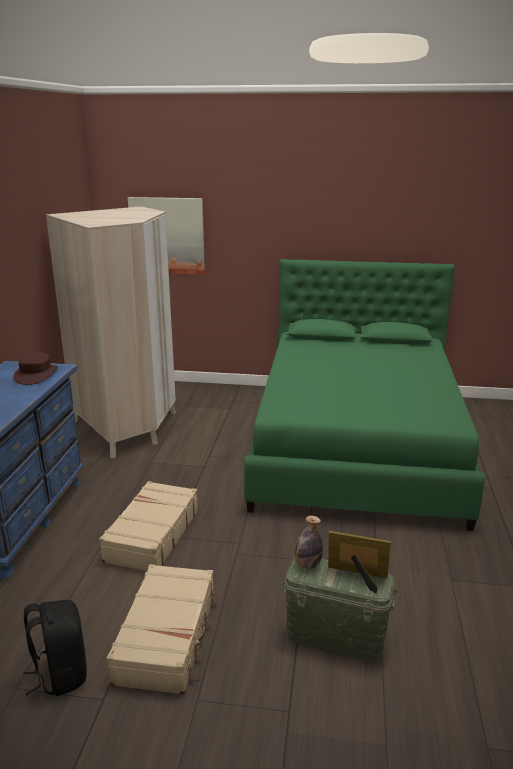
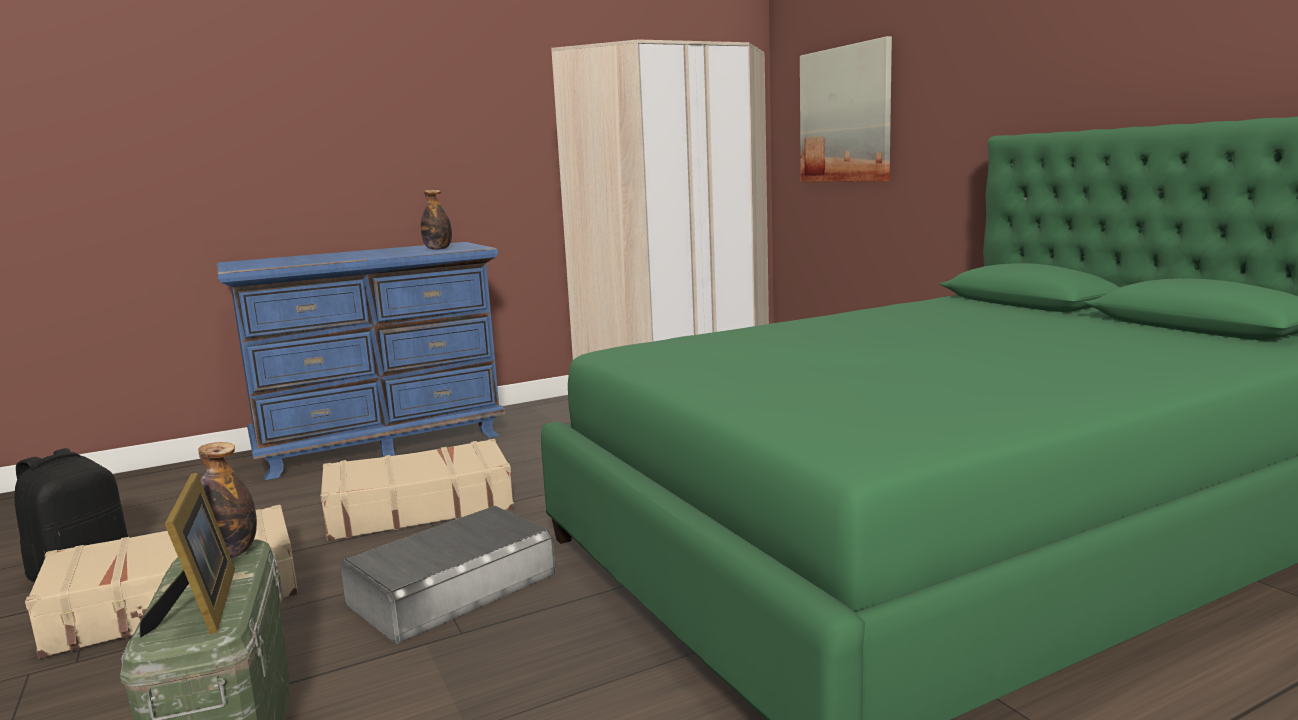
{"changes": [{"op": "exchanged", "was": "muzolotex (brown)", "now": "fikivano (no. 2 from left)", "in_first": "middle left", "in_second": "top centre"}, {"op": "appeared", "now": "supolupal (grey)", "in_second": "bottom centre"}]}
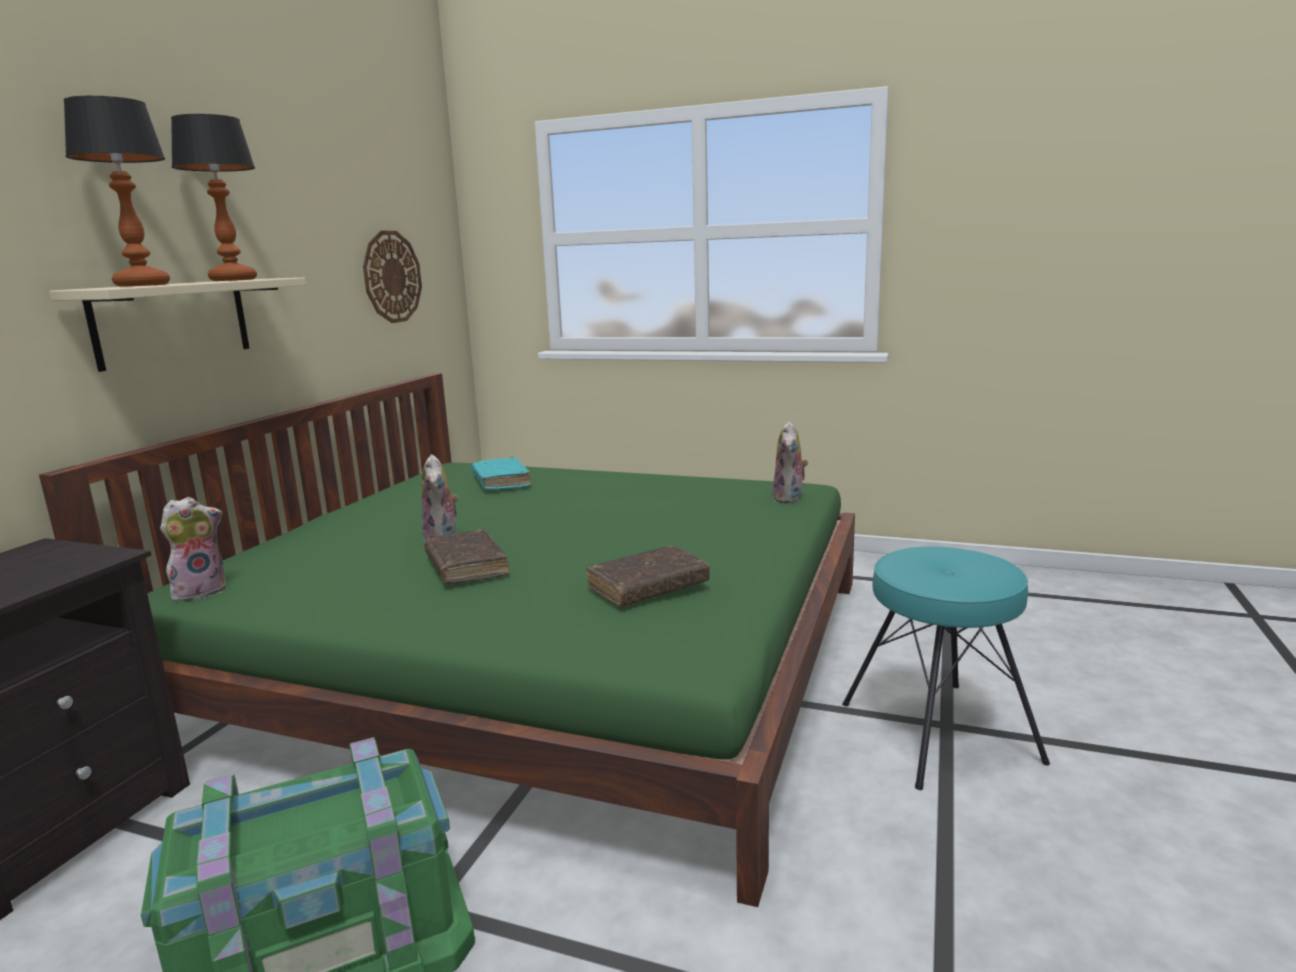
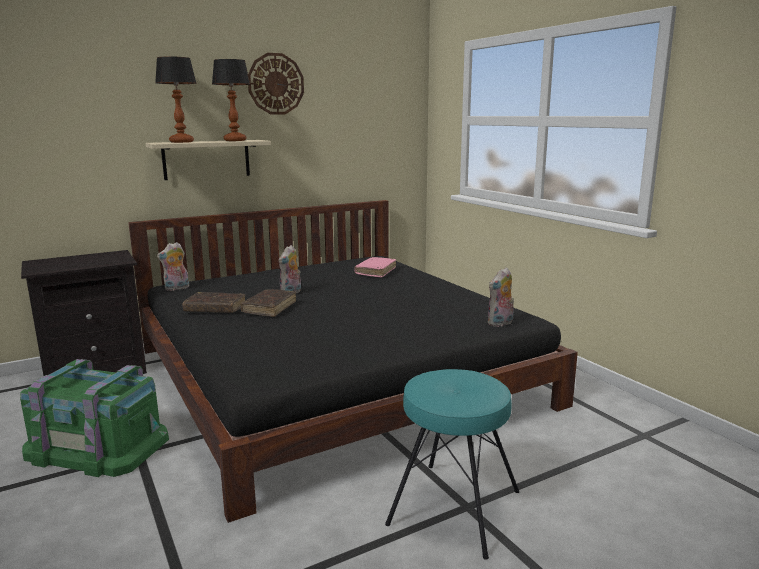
{"changes": [{"op": "colour", "was": "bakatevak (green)", "now": "bakatevak (black)", "in_first": "centre", "in_second": "centre"}, {"op": "spun", "was": "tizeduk (no. 1 from left)", "in_first": "middle left", "in_second": "middle left", "clockwise": 150}, {"op": "relocated", "was": "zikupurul", "in_first": "top left", "in_second": "top centre"}, {"op": "colour", "was": "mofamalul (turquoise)", "now": "mofamalul (pink)", "in_first": "centre", "in_second": "centre"}, {"op": "relocated", "was": "mofamalul (brown) (no. 2 from left in the first image)", "now": "mofamalul (brown) (no. 1 from left)", "in_first": "centre", "in_second": "middle left"}]}
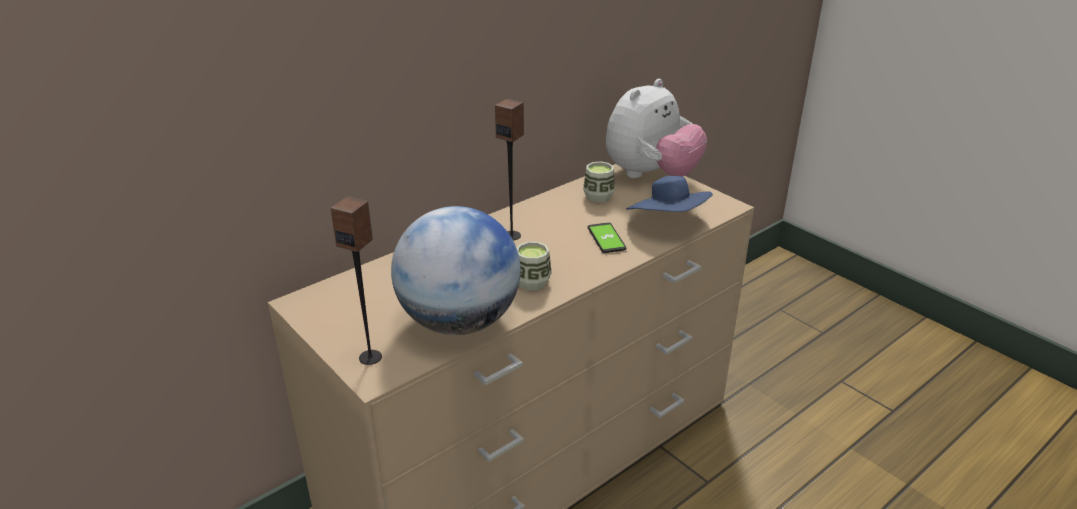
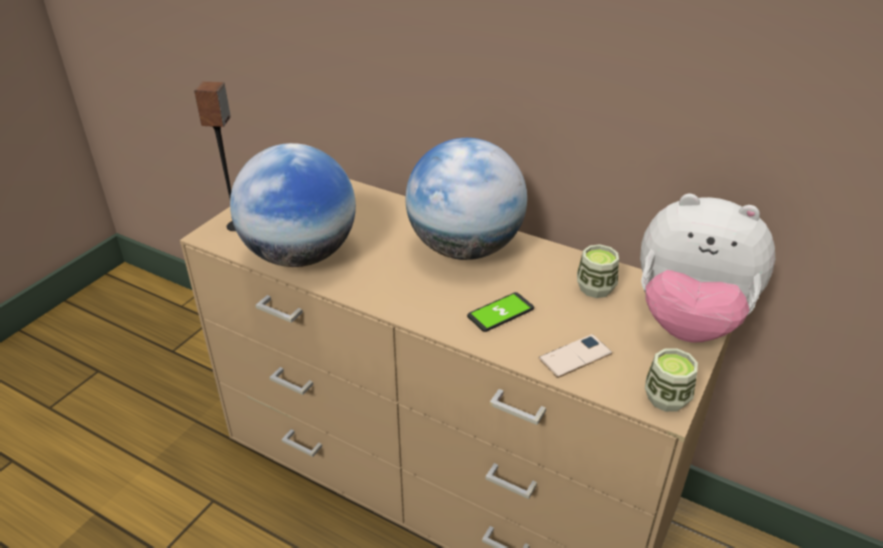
{"changes": [{"op": "exchanged", "was": "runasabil (no. 2 from left)", "now": "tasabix (no. 2 from left)", "in_first": "centre", "in_second": "centre"}, {"op": "relocated", "was": "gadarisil (no. 1 from left in the first image)", "now": "gadarisil (no. 2 from left)", "in_first": "centre", "in_second": "bottom right"}, {"op": "exchanged", "was": "muzolotex (blue)", "now": "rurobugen (no. 2 from left)", "in_first": "centre", "in_second": "centre"}]}
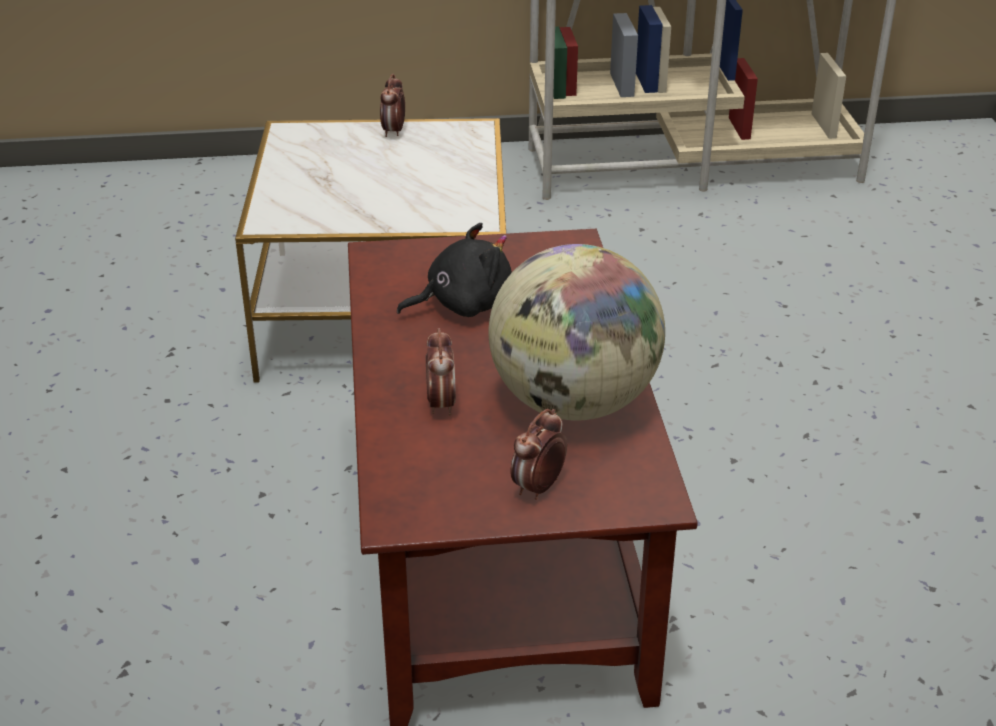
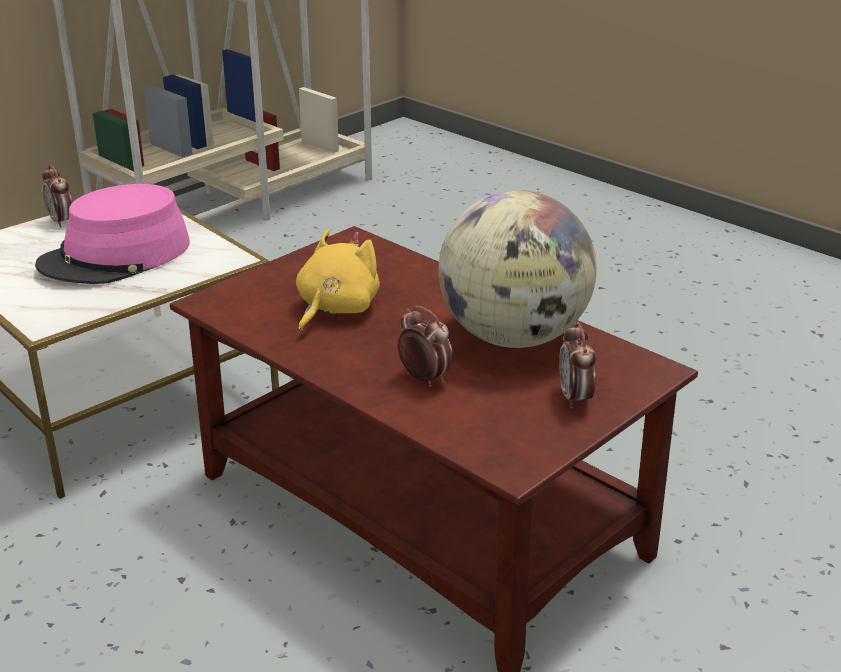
{"changes": [{"op": "colour", "was": "tizeduk (black)", "now": "tizeduk (yellow)", "in_first": "centre", "in_second": "centre"}, {"op": "appeared", "now": "muzolotex (pink)", "in_second": "middle left"}]}
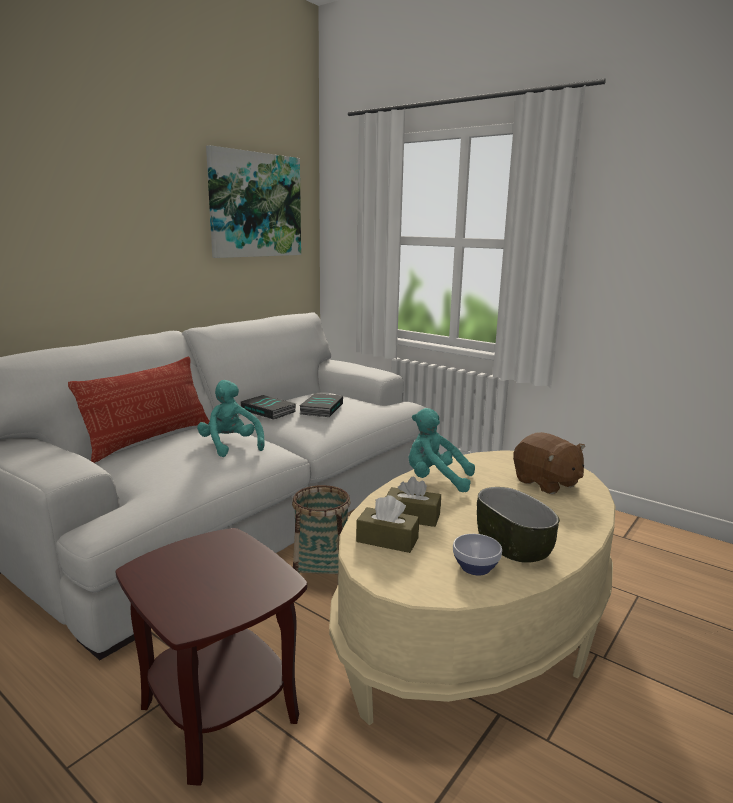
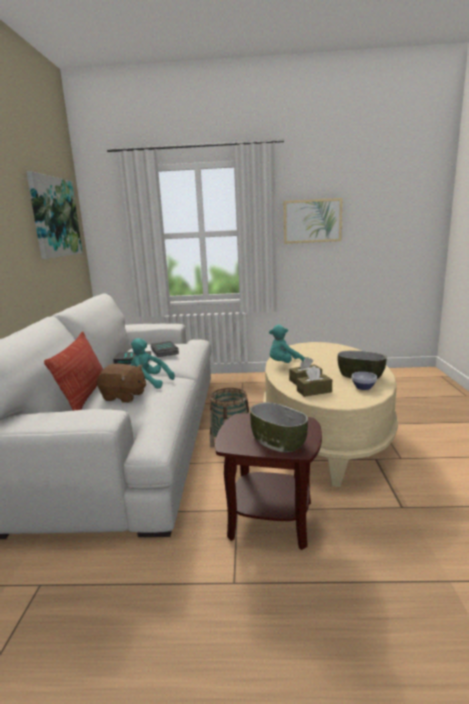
{"changes": [{"op": "relocated", "was": "tizeduk (brown)", "in_first": "middle right", "in_second": "middle left"}, {"op": "appeared", "now": "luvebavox (no. 1 from left)", "in_second": "centre"}, {"op": "appeared", "now": "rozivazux (no. 2 from left)", "in_second": "top right"}]}
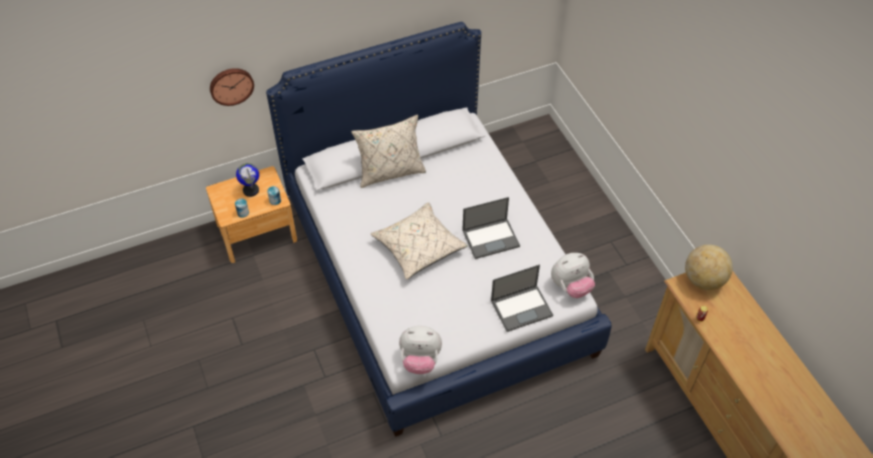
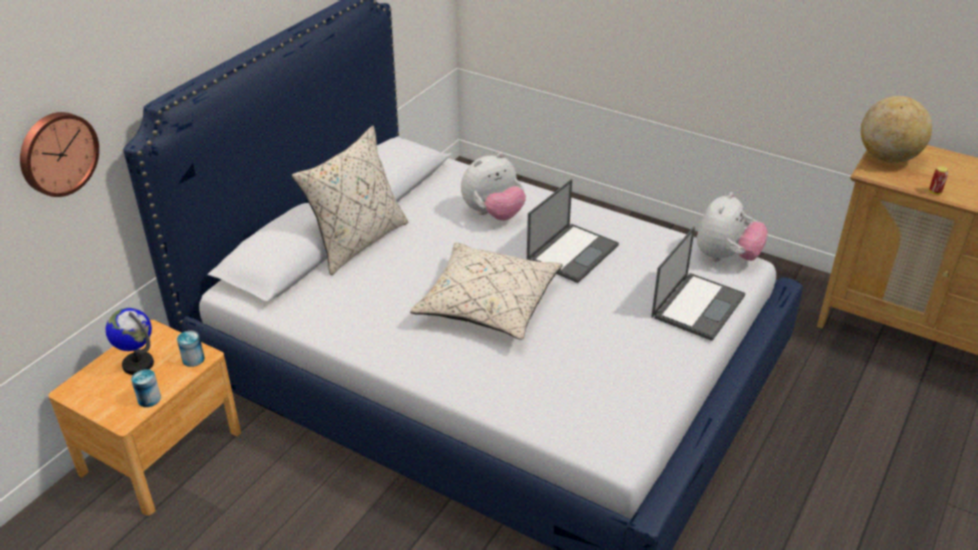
{"changes": [{"op": "relocated", "was": "tizeduk (no. 1 from left)", "in_first": "bottom centre", "in_second": "centre"}]}
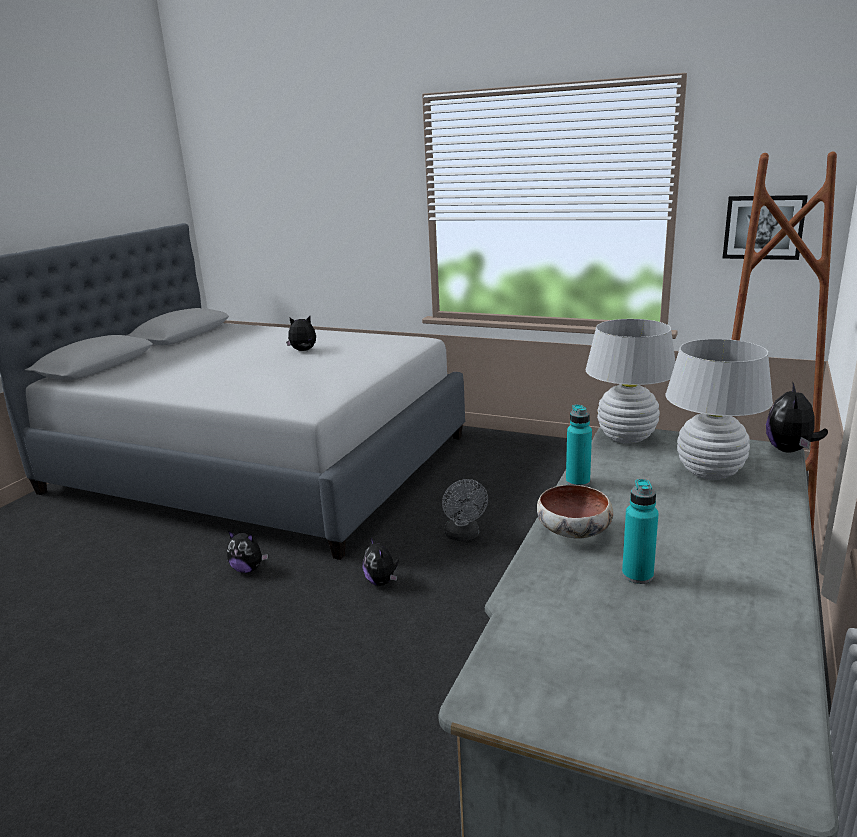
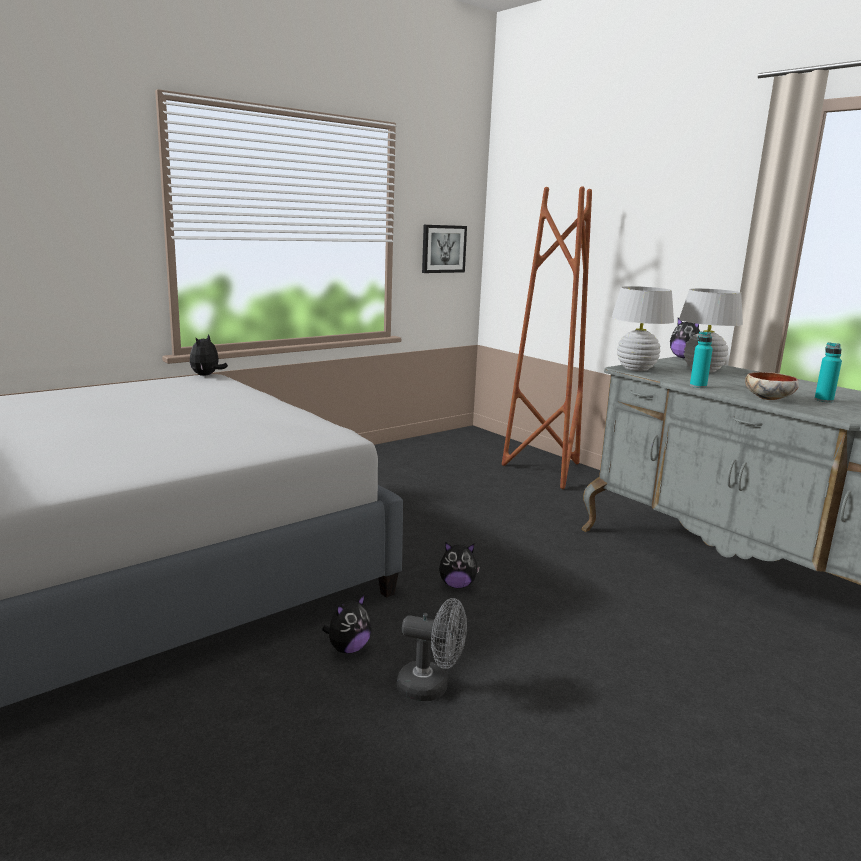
{"changes": [{"op": "relocated", "was": "tizeduk (no. 2 from left in the first image)", "now": "tizeduk (no. 1 from left)", "in_first": "centre", "in_second": "middle left"}, {"op": "relocated", "was": "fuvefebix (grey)", "in_first": "centre", "in_second": "bottom centre"}]}
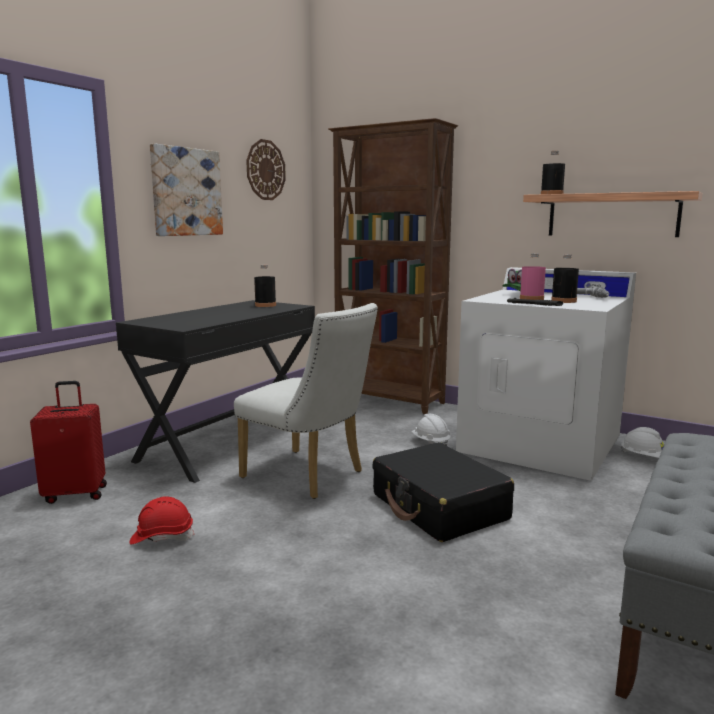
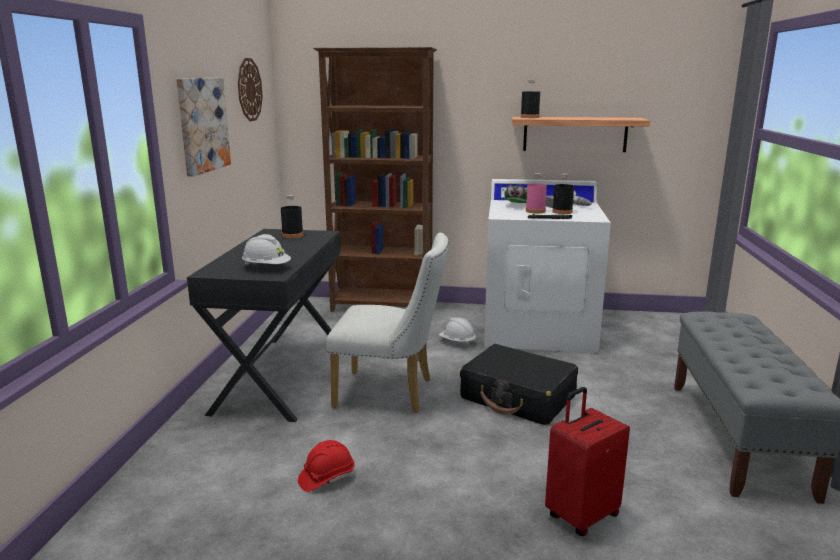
{"changes": [{"op": "relocated", "was": "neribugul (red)", "in_first": "middle left", "in_second": "bottom right"}, {"op": "relocated", "was": "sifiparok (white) (no. 2 from left in the first image)", "now": "sifiparok (white) (no. 1 from left)", "in_first": "middle right", "in_second": "middle left"}]}
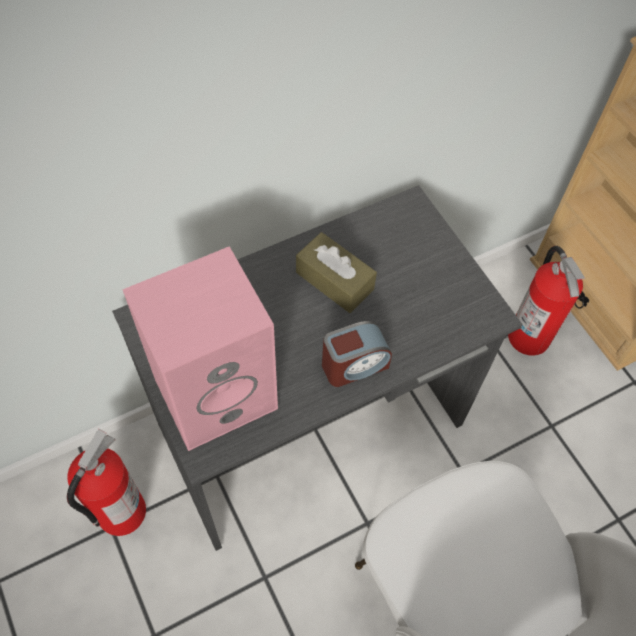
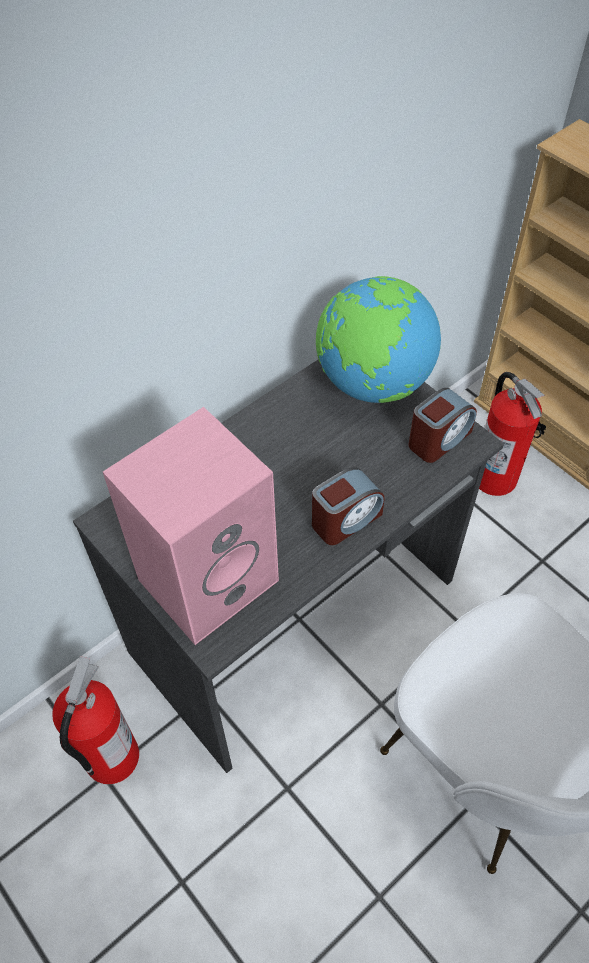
{"changes": [{"op": "missing", "was": "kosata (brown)", "in_first": "centre"}, {"op": "appeared", "now": "tasabix", "in_second": "centre"}, {"op": "appeared", "now": "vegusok (no. 2 from left)", "in_second": "middle right"}]}
